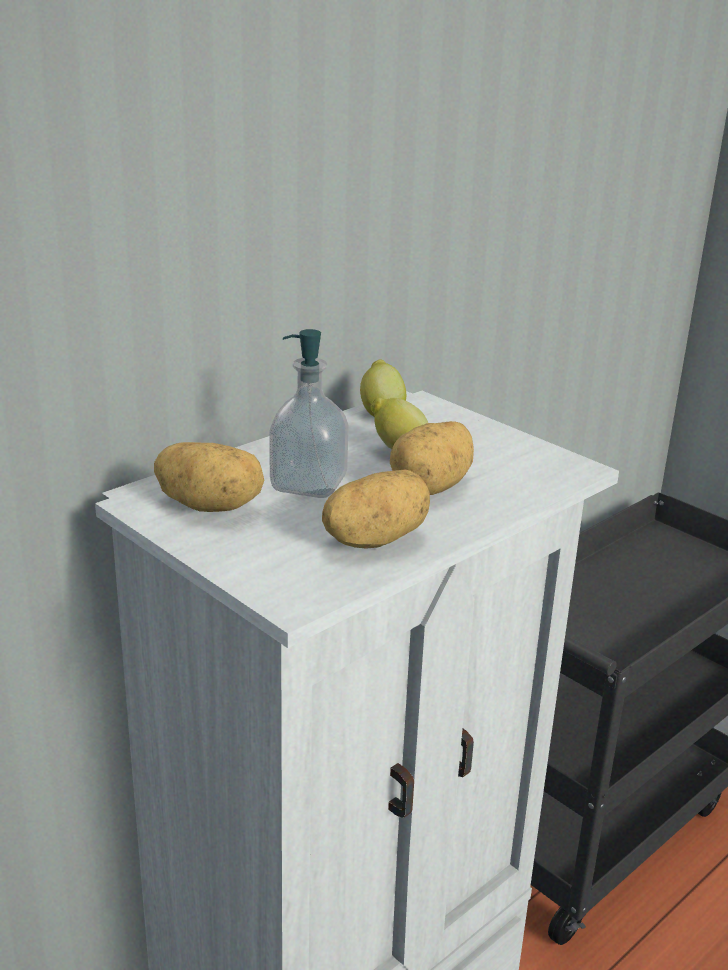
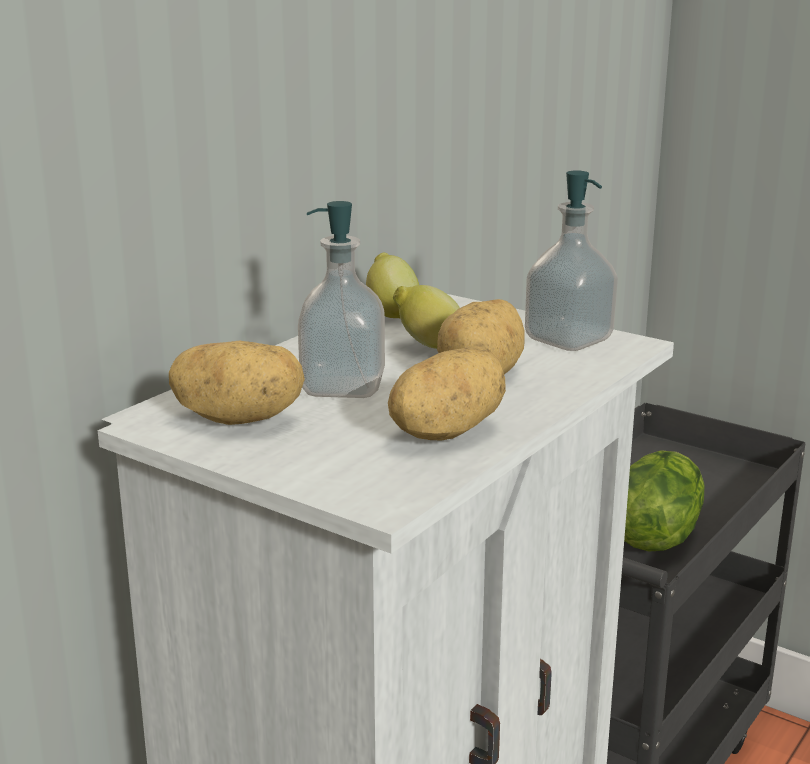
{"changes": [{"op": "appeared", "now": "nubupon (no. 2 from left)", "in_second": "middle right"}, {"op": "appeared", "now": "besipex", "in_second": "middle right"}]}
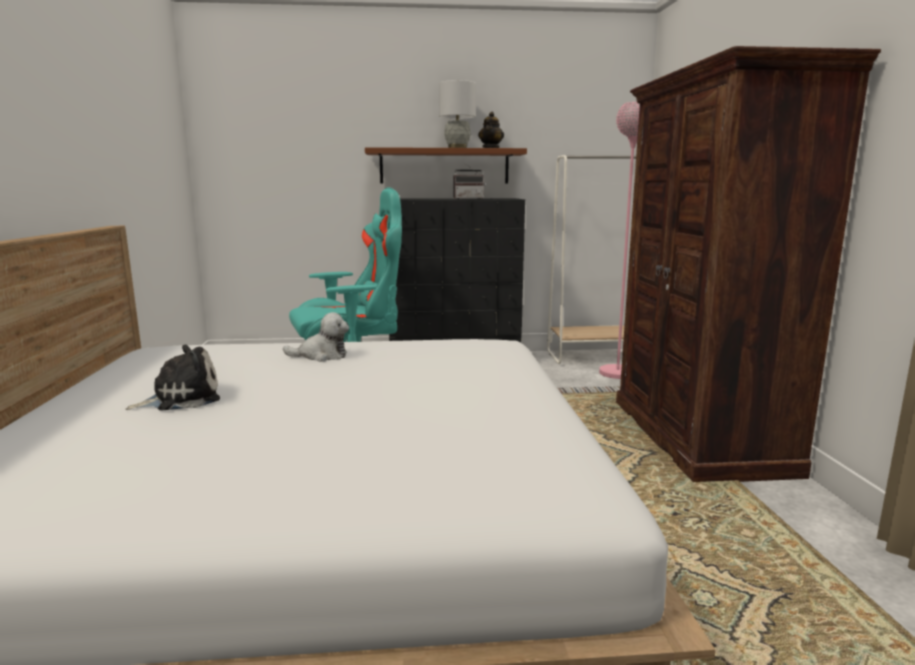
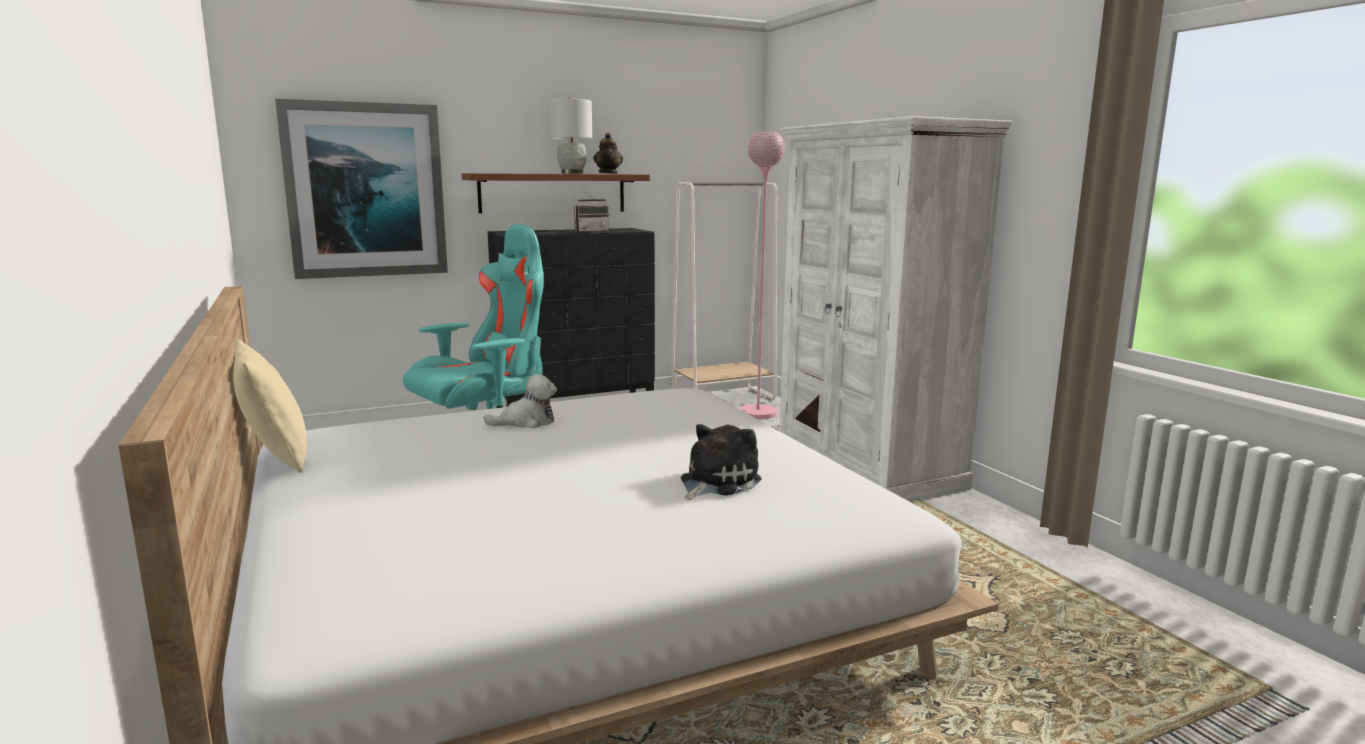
{"changes": [{"op": "relocated", "was": "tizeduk (no. 1 from left in the first image)", "now": "tizeduk (no. 2 from left)", "in_first": "middle left", "in_second": "centre"}, {"op": "colour", "was": "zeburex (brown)", "now": "zeburex (white)", "in_first": "middle right", "in_second": "centre"}, {"op": "appeared", "now": "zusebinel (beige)", "in_second": "middle left"}, {"op": "appeared", "now": "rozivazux", "in_second": "top left"}]}
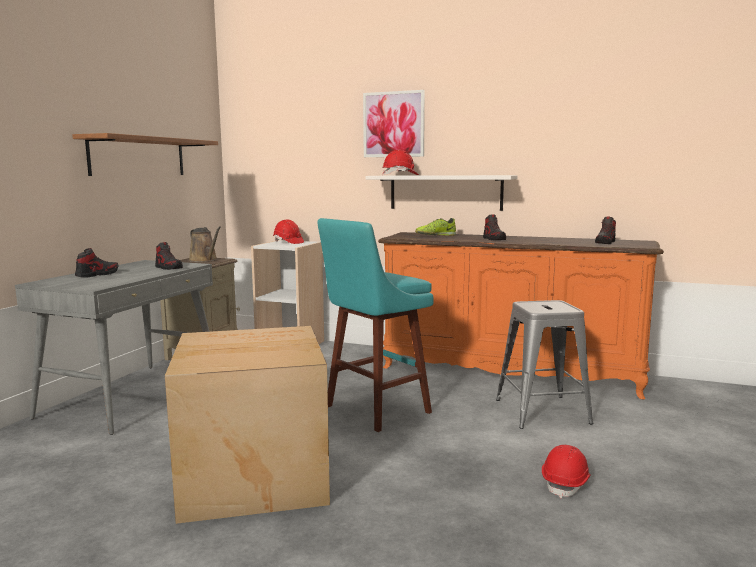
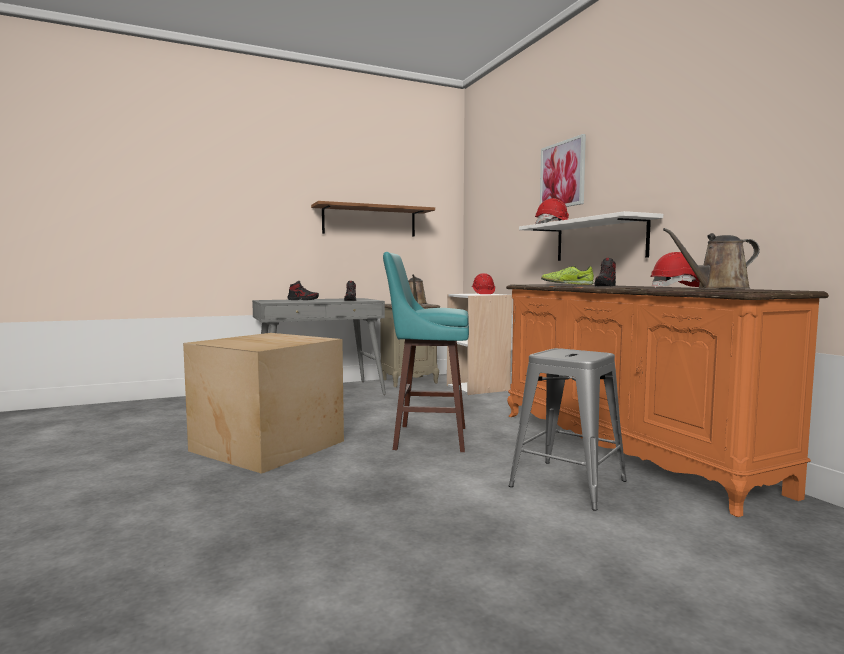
{"changes": [{"op": "relocated", "was": "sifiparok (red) (no. 3 from left)", "in_first": "bottom right", "in_second": "middle right"}, {"op": "exchanged", "was": "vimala (no. 5 from left)", "now": "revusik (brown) (no. 2 from left)", "in_first": "middle right", "in_second": "middle right"}]}
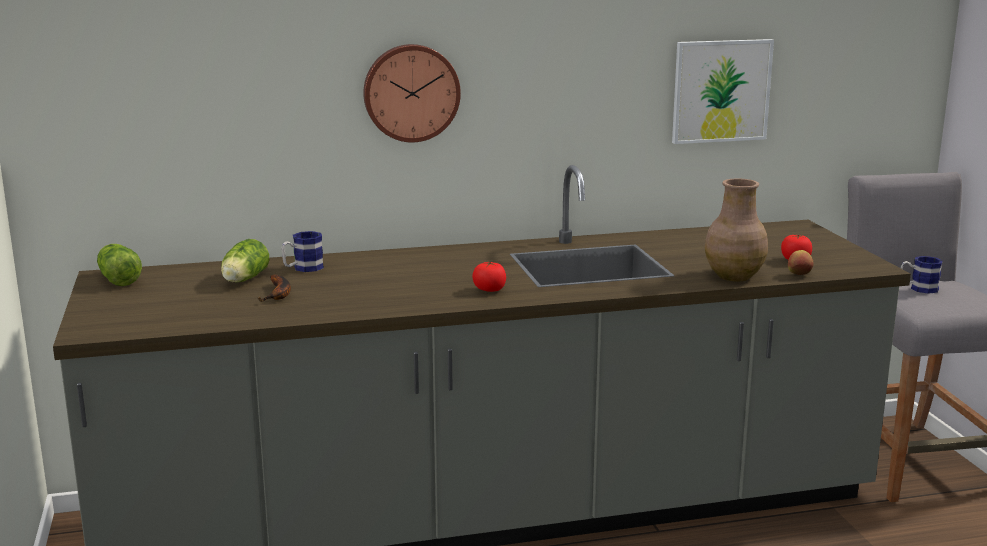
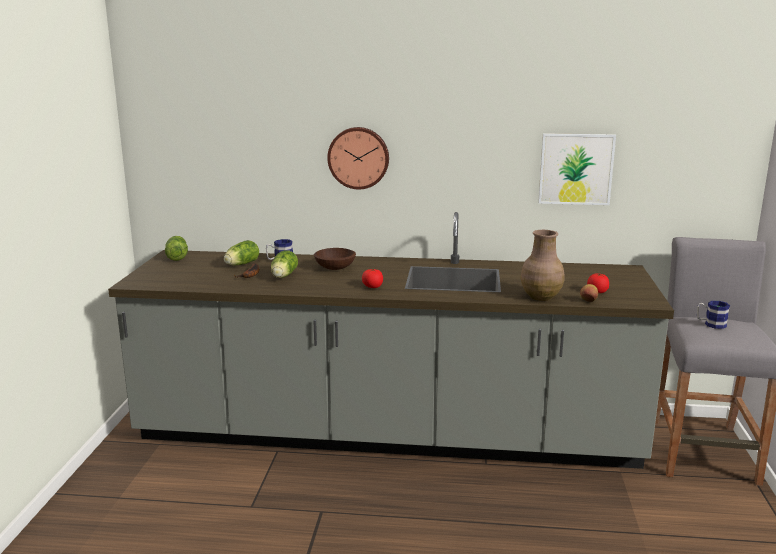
{"changes": [{"op": "appeared", "now": "besipex (no. 3 from left)", "in_second": "centre"}, {"op": "appeared", "now": "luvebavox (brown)", "in_second": "centre"}]}
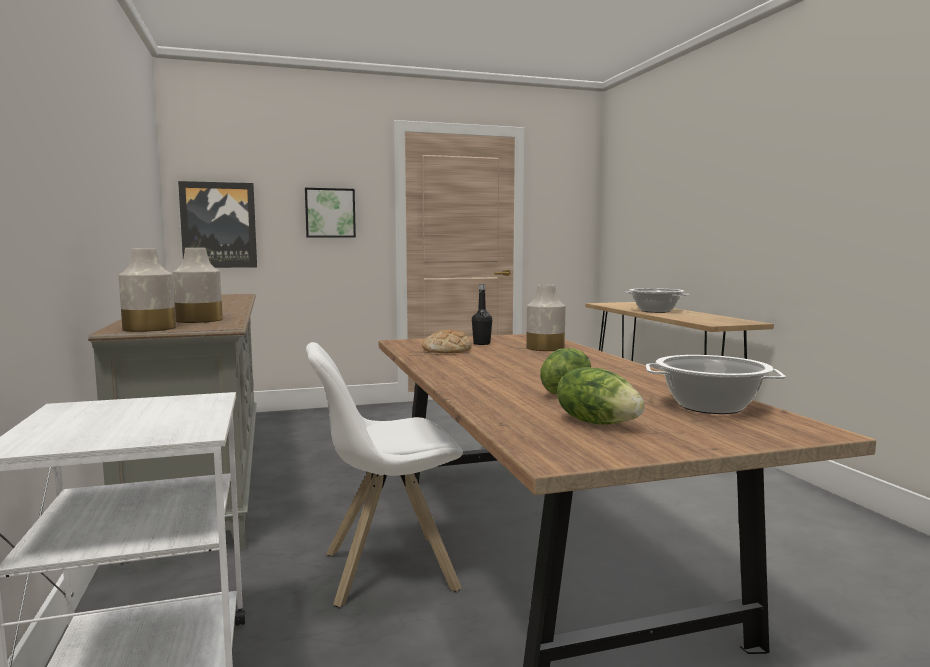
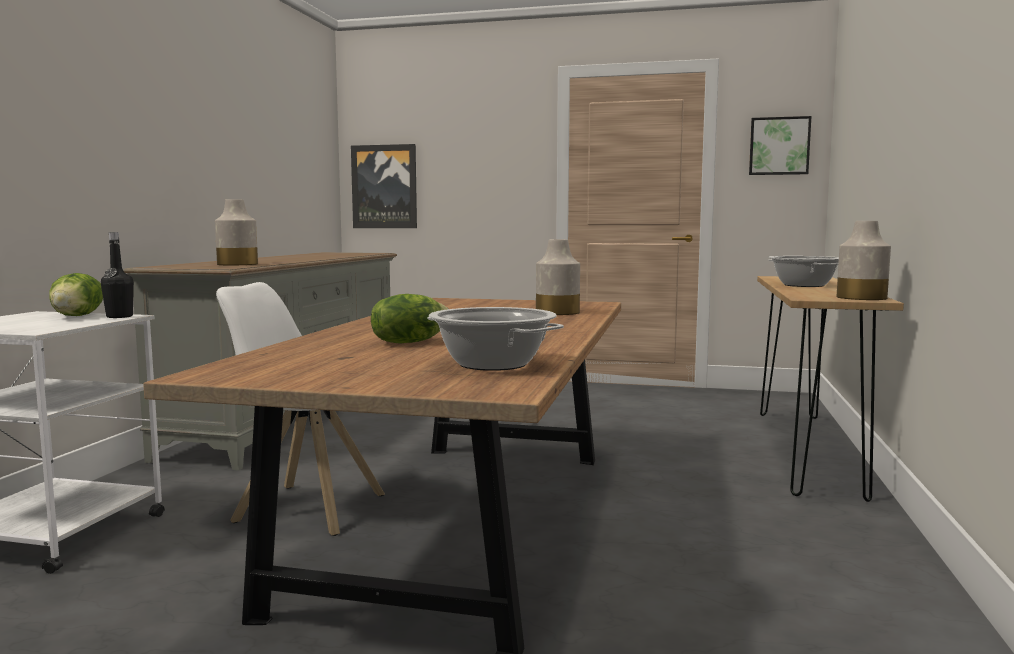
{"changes": [{"op": "relocated", "was": "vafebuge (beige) (no. 1 from left in the first image)", "now": "vafebuge (beige) (no. 3 from left)", "in_first": "middle left", "in_second": "middle right"}, {"op": "relocated", "was": "rozivazux (no. 2 from left)", "in_first": "top centre", "in_second": "top right"}, {"op": "missing", "was": "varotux", "in_first": "centre"}, {"op": "relocated", "was": "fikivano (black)", "in_first": "centre", "in_second": "middle left"}, {"op": "relocated", "was": "besipex (no. 2 from left in the first image)", "now": "besipex (no. 1 from left)", "in_first": "centre", "in_second": "middle left"}]}
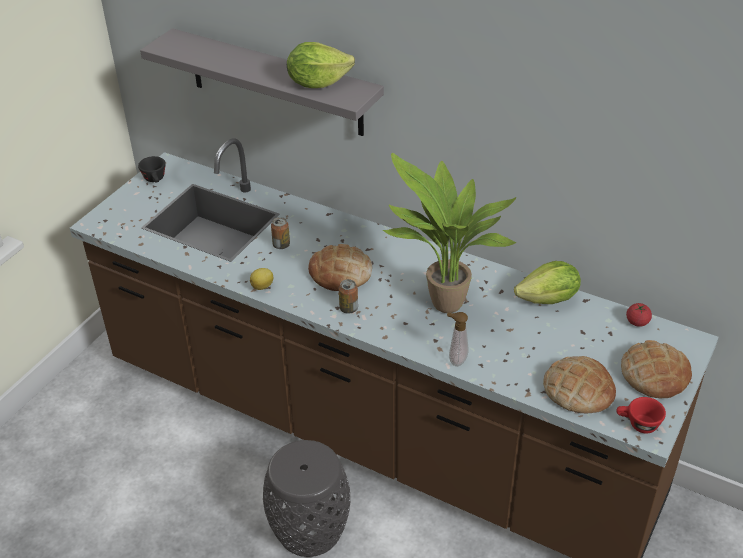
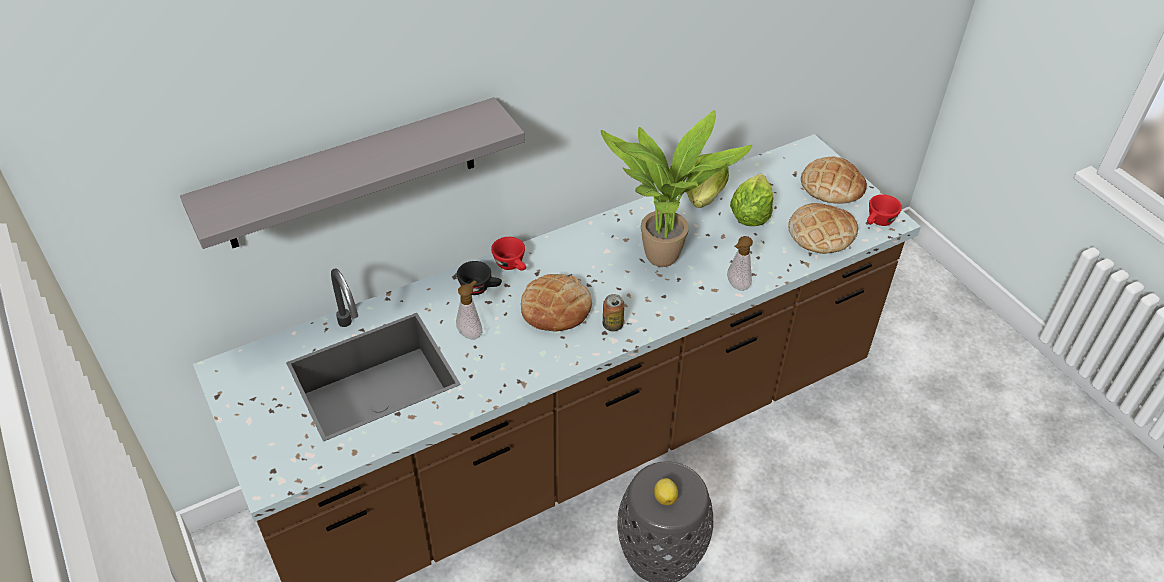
{"changes": [{"op": "relocated", "was": "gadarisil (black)", "in_first": "top left", "in_second": "centre"}, {"op": "relocated", "was": "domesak", "in_first": "centre", "in_second": "bottom centre"}, {"op": "exchanged", "was": "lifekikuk (no. 1 from left)", "now": "nubupon (no. 1 from left)", "in_first": "centre", "in_second": "centre"}, {"op": "relocated", "was": "besipex (no. 1 from left in the first image)", "now": "besipex (no. 2 from left)", "in_first": "top centre", "in_second": "centre"}, {"op": "missing", "was": "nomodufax", "in_first": "middle right"}, {"op": "appeared", "now": "gadarisil (red) (no. 1 from left)", "in_second": "centre"}]}
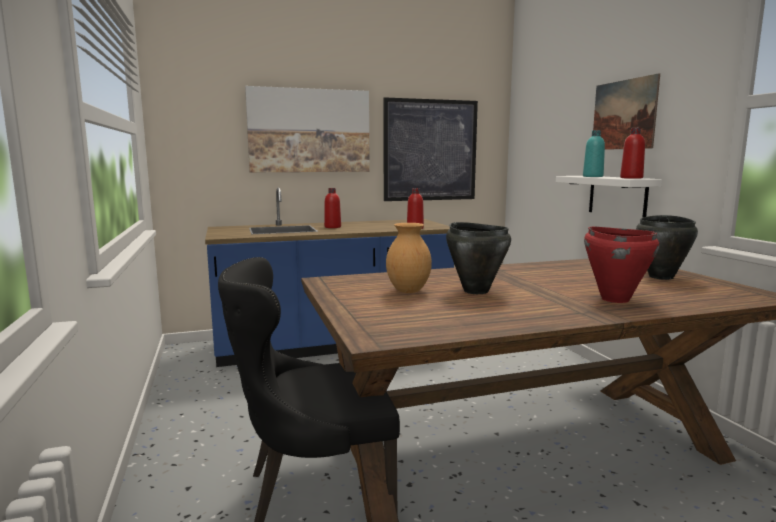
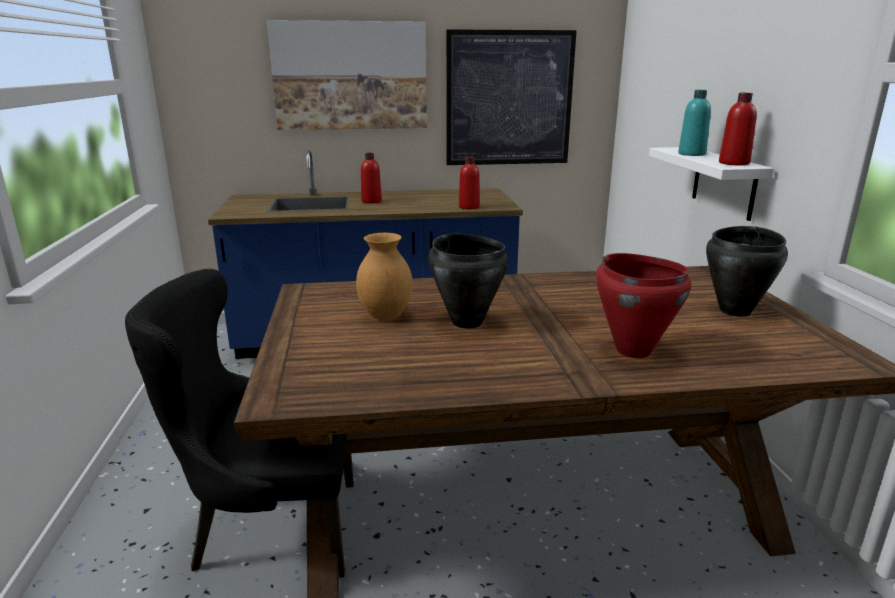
{"changes": [{"op": "missing", "was": "rozivazux (no. 3 from left)", "in_first": "top right"}]}
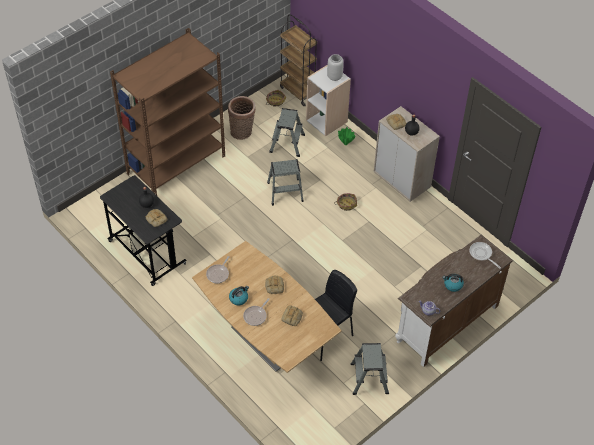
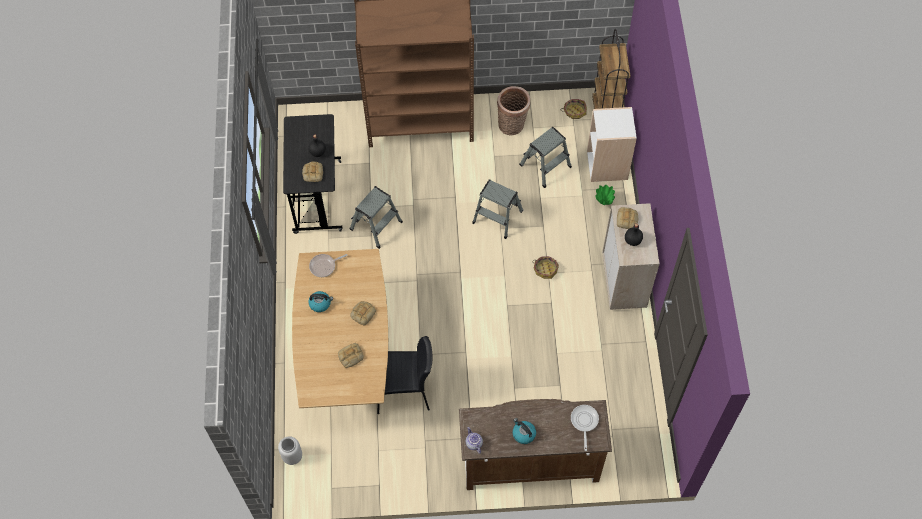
{"changes": [{"op": "missing", "was": "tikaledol (no. 2 from left)", "in_first": "bottom centre"}, {"op": "relocated", "was": "vafebuge (grey)", "in_first": "top centre", "in_second": "bottom left"}, {"op": "relocated", "was": "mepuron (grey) (no. 3 from left in the first image)", "now": "mepuron (grey) (no. 1 from left)", "in_first": "bottom centre", "in_second": "centre"}]}
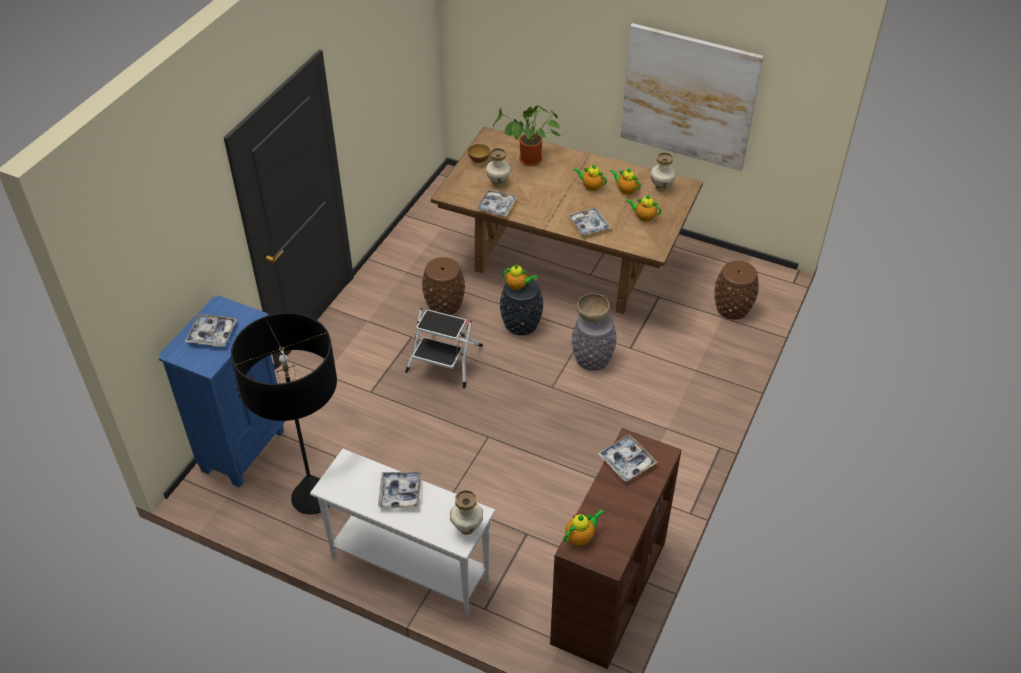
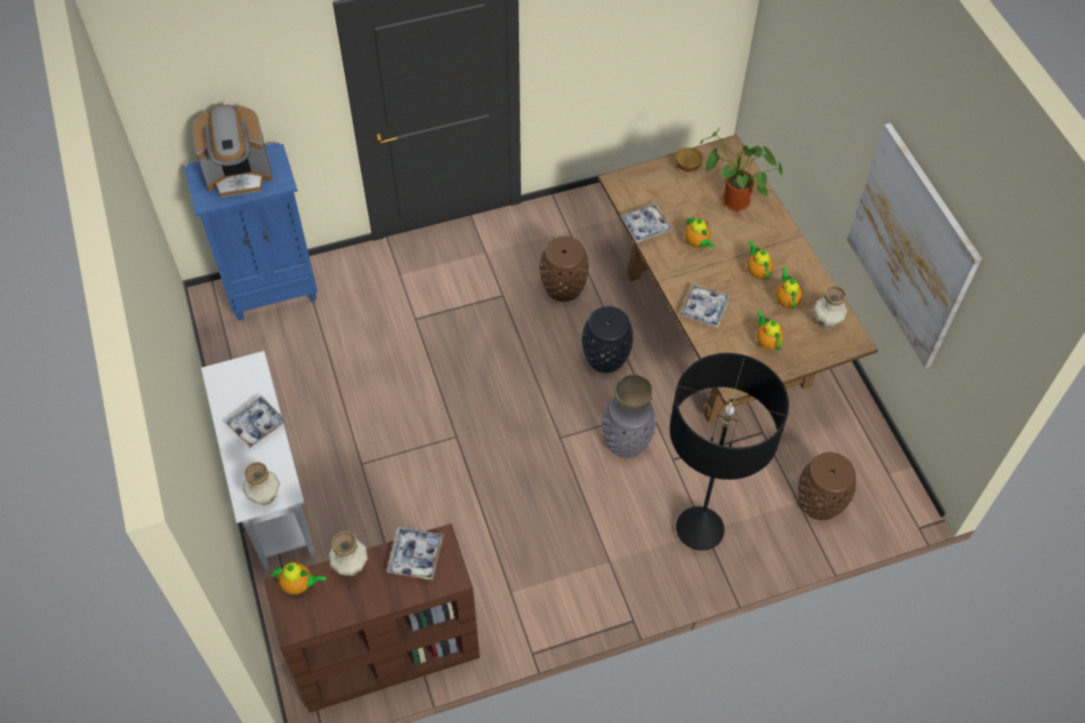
{"changes": [{"op": "exchanged", "was": "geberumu (no. 1 from left)", "now": "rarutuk", "in_first": "middle left", "in_second": "top left"}, {"op": "relocated", "was": "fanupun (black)", "in_first": "middle left", "in_second": "middle right"}, {"op": "missing", "was": "mepuron", "in_first": "centre"}, {"op": "relocated", "was": "vafebuge (no. 2 from left)", "in_first": "top centre", "in_second": "bottom left"}, {"op": "relocated", "was": "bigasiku (no. 1 from left in the first image)", "now": "bigasiku (no. 2 from left)", "in_first": "centre", "in_second": "top centre"}]}
